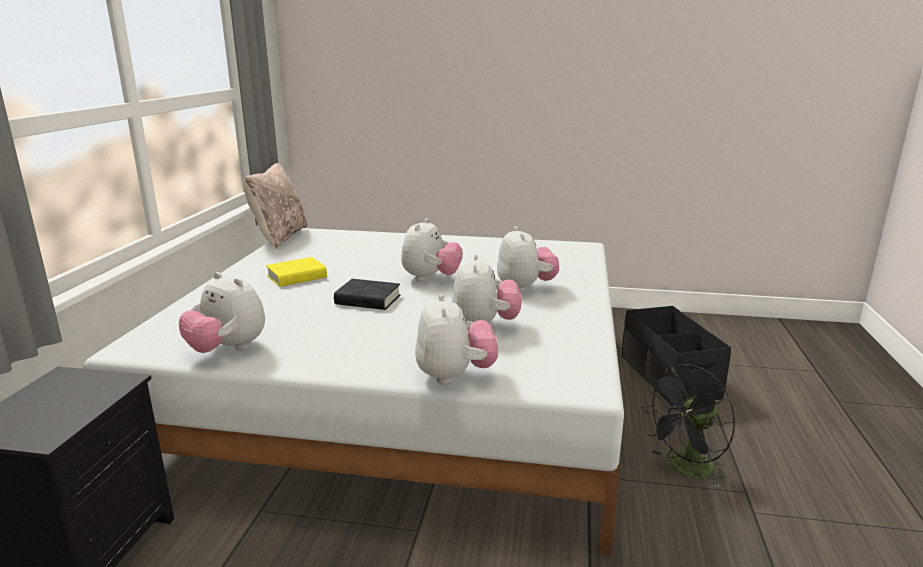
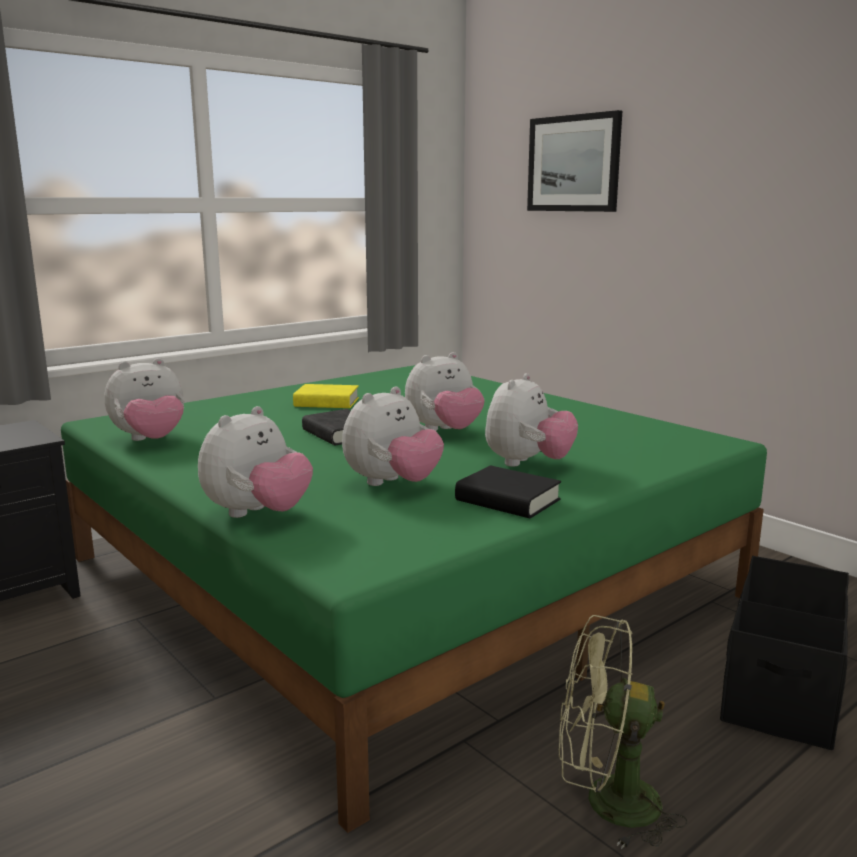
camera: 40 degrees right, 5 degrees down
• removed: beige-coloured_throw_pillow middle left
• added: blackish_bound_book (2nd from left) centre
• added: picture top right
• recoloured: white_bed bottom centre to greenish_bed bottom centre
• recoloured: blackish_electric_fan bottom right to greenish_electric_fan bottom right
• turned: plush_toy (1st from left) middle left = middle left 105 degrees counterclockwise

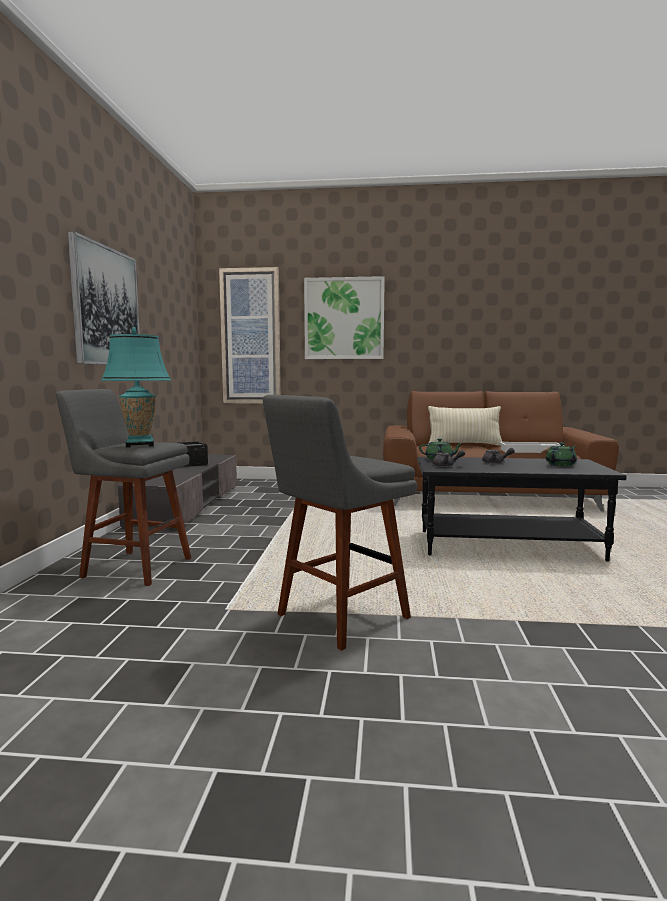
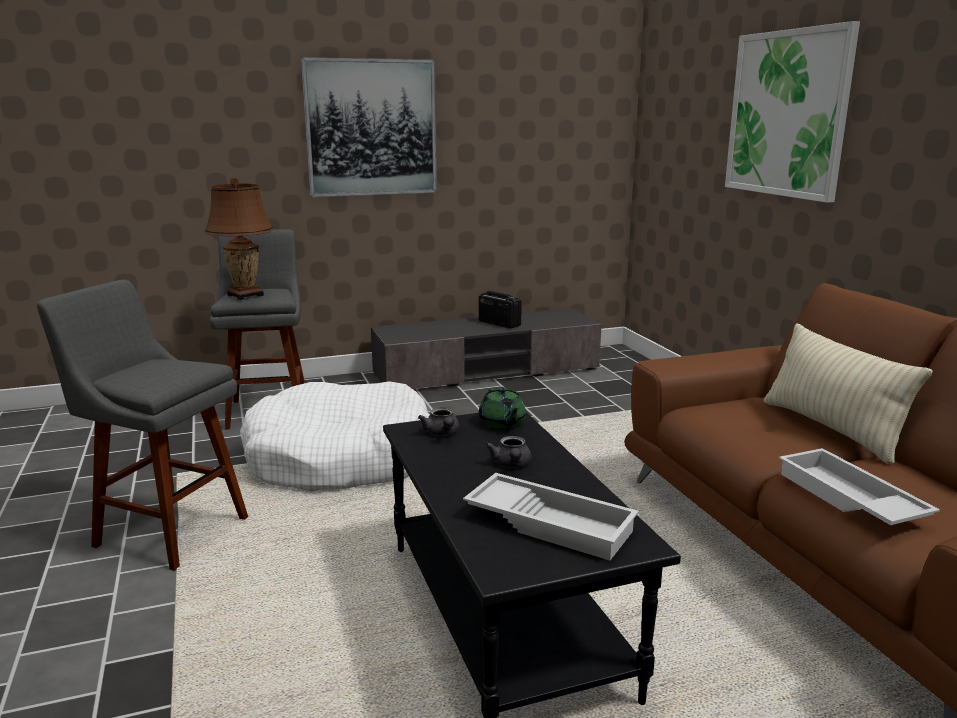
camera: 65 degrees right, 10 degrees up
• removed: picture (2nd from left) centre
• added: white_pet_bed centre
• replaced: greenish_teapot (2nd from left) middle right to white_carrying_tray (1st from left) bottom centre
• recoloured: turquoise-coloured_lamp_for_a_table middle left to brown-coloured_lamp_for_a_table top left

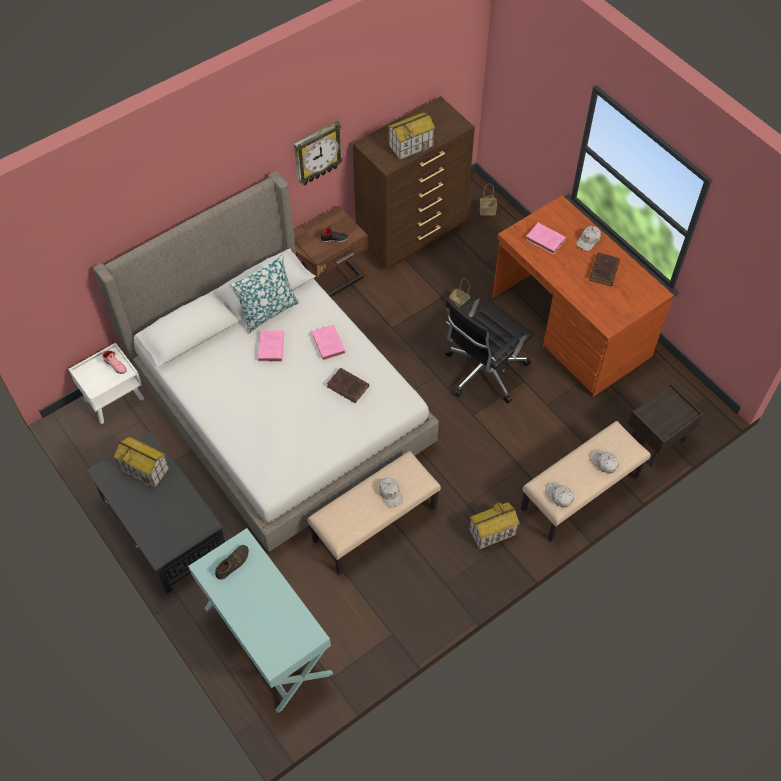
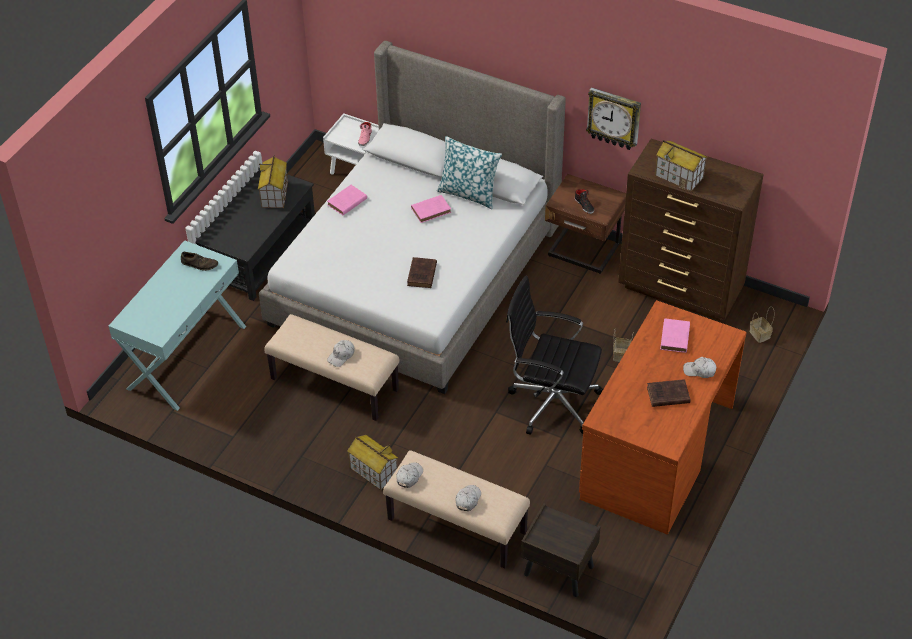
camera: 65 degrees right, 10 degrees down
• moved: pinkish_bound_book (2nd from left in the first image) centre to pinkish_bound_book (1st from left) top centre

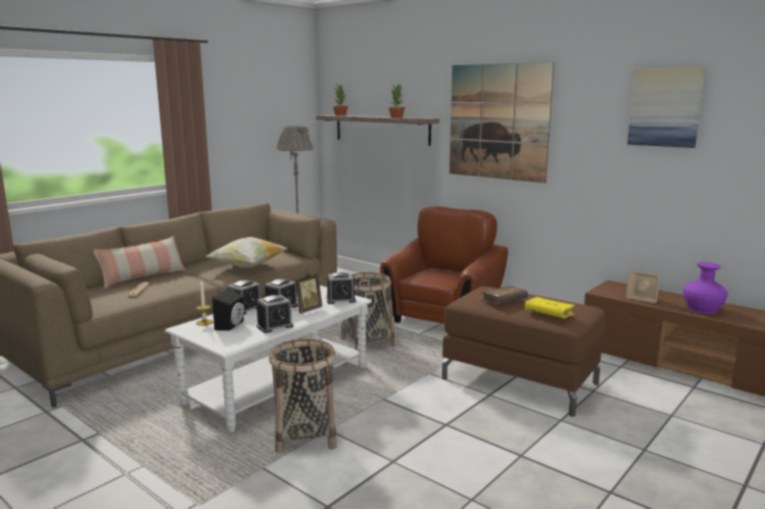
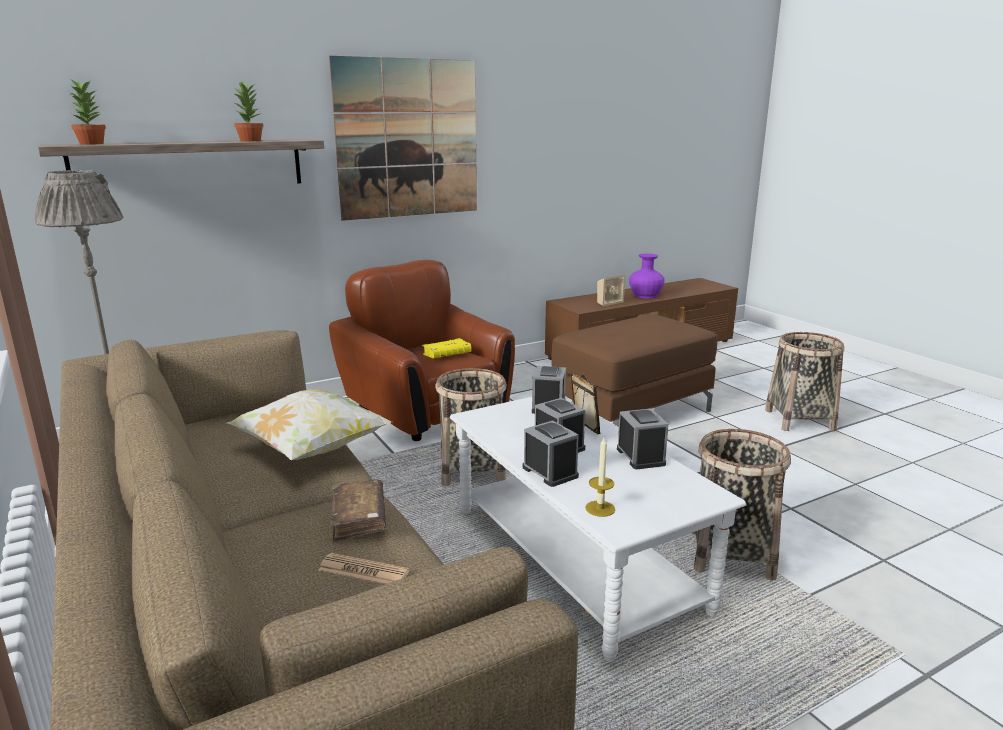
camera: 70 degrees left, 5 degrees up
• removed: throw_pillow (1st from left) middle left
• removed: blackish_speaker middle left
• removed: picture (2nd from left) top right
• added: basket (3rd from left) middle right
• moved: brown-coloured_bound_book centre to bottom centre
• moved: yellow_bound_book middle right to centre

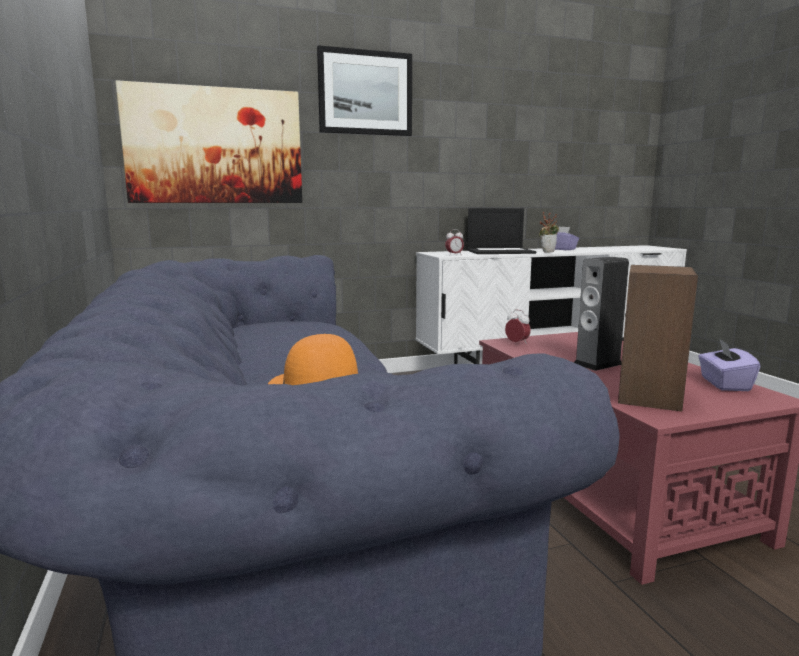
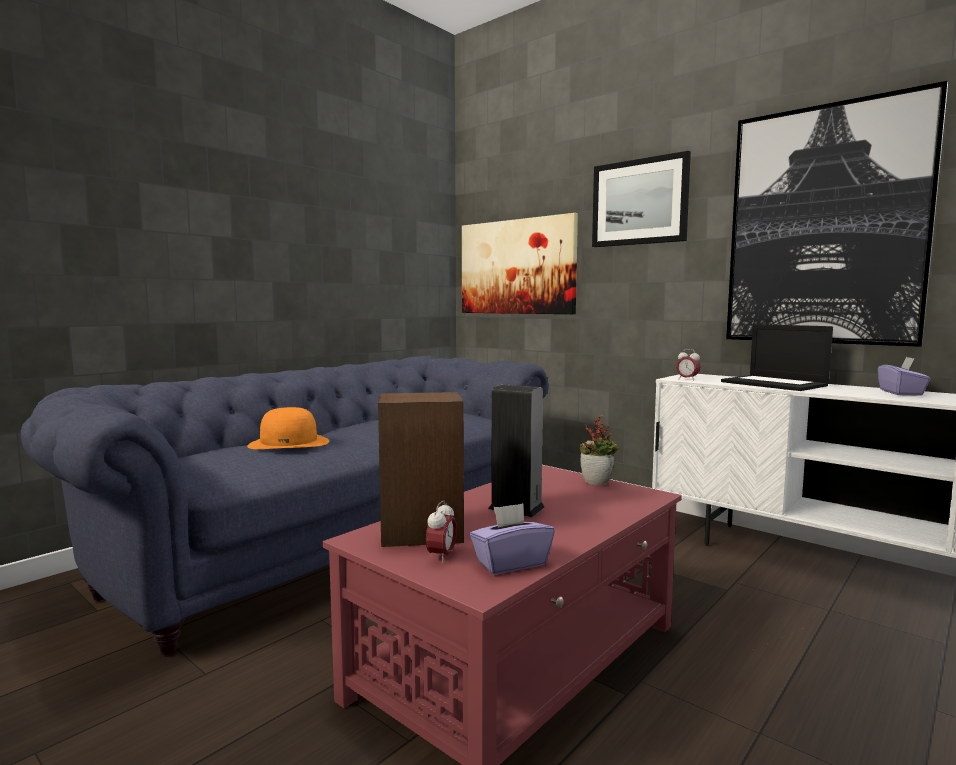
camera: 60 degrees right, 5 degrees down
• added: picture (3rd from left) top right
• moved: alarm_clock (2nd from left in the first image) centre to alarm_clock (1st from left) bottom centre
• moved: plant_in_a_pot middle right to centre

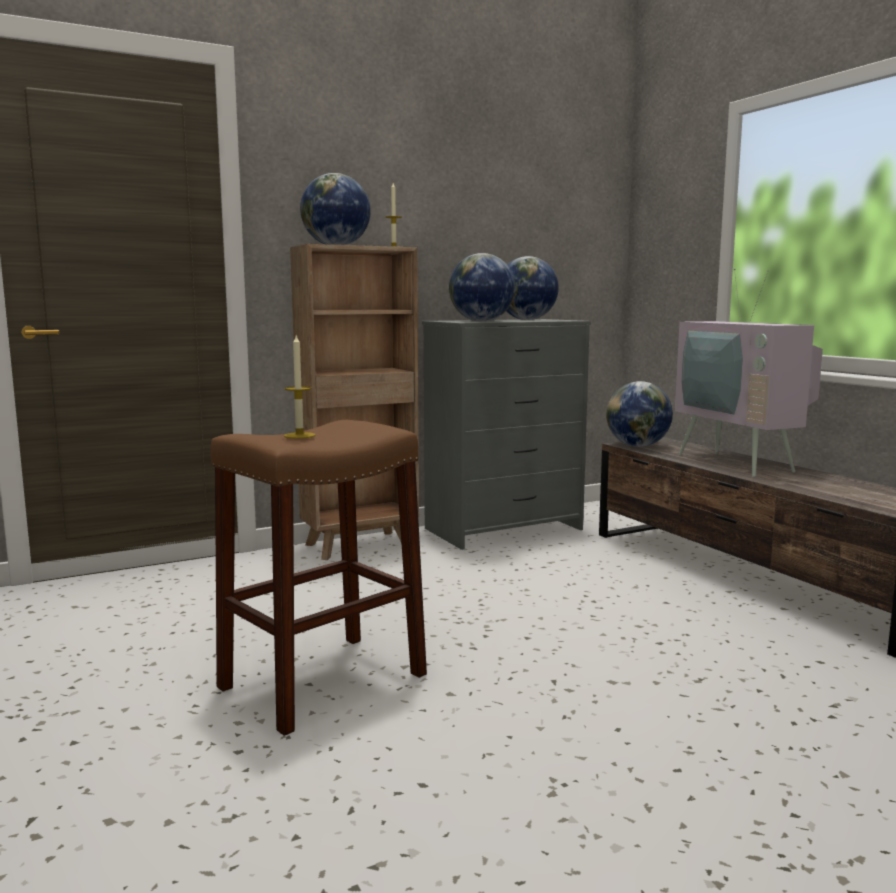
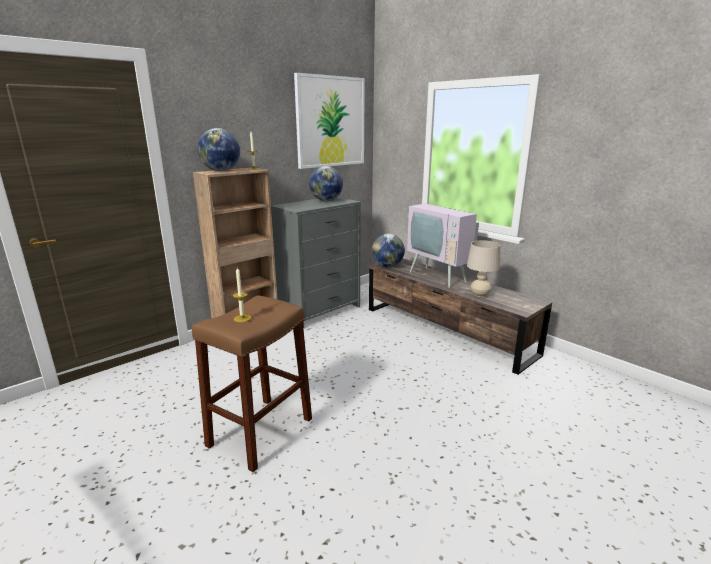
camera: 15 degrees left, 10 degrees up
• removed: desk_globe (2nd from left) top centre
• added: picture top centre
• added: beige-coloured_lamp_for_a_table middle right

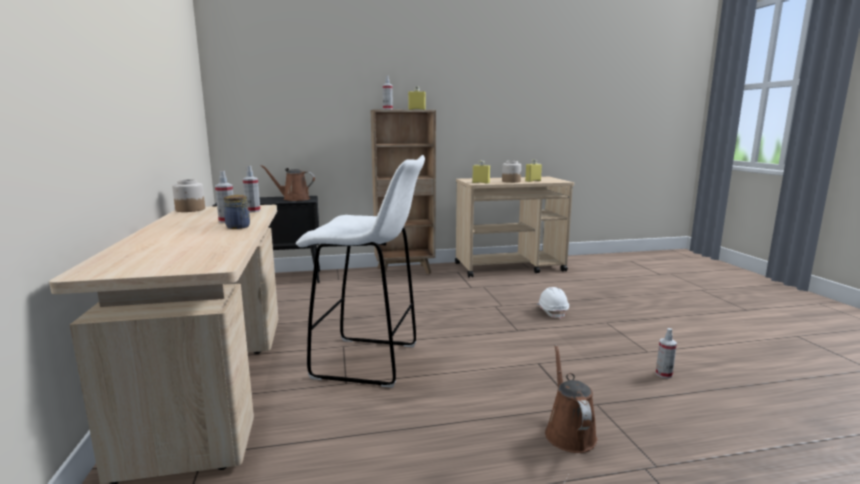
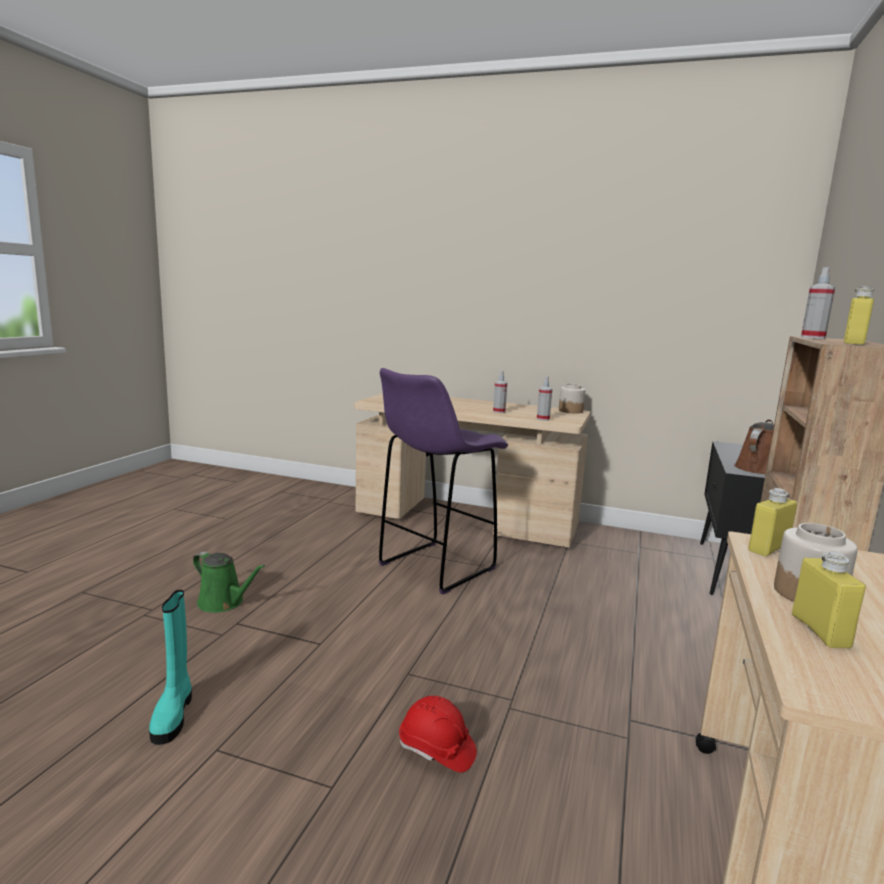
camera: 120 degrees right, 0 degrees up
• removed: preserve_jar (2nd from left) middle left
• replaced: spray_bottle (4th from left) bottom right to turquoise-coloured_boot bottom left
• recoloured: white_sitting_stool centre to purple-coloured_sitting_stool centre
• recoloured: white_work_helmet centre to red-coloured_work_helmet bottom centre
• recoloured: brown-coloured_watering_can (2nd from left) bottom centre to greenish_watering_can middle left

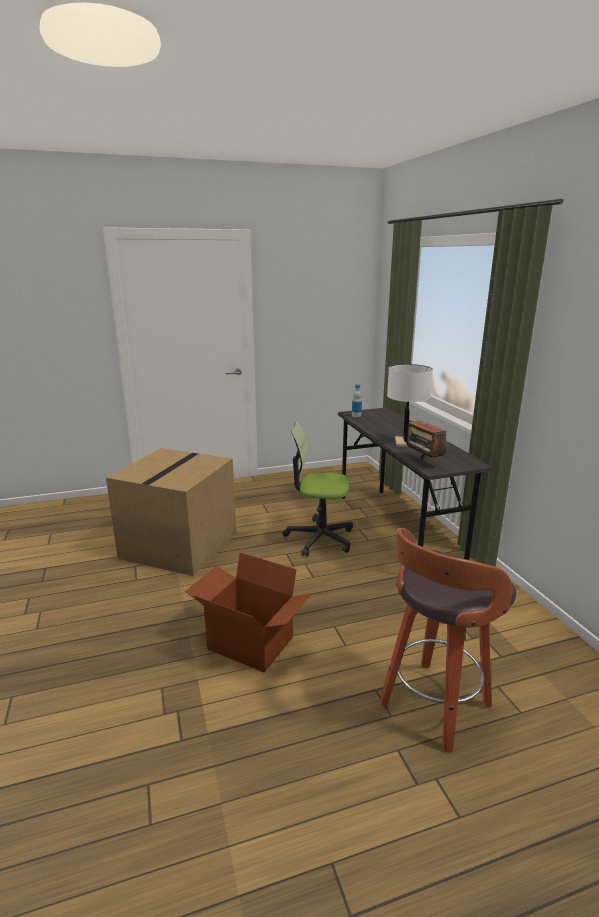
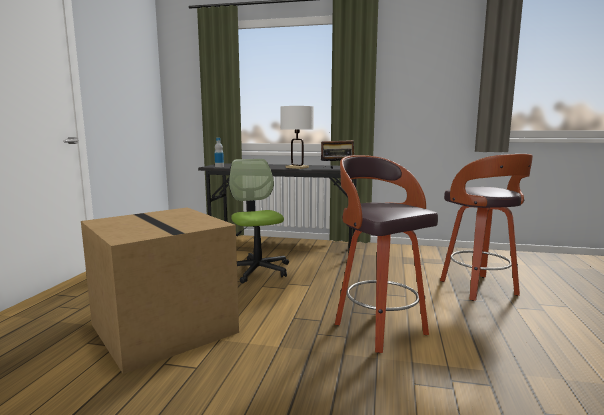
camera: 60 degrees left, 10 degrees down
• replaced: cardboard_box (2nd from left) bottom centre to sitting_stool (1st from left) centre
• turned: office_chair centre = centre 120 degrees clockwise

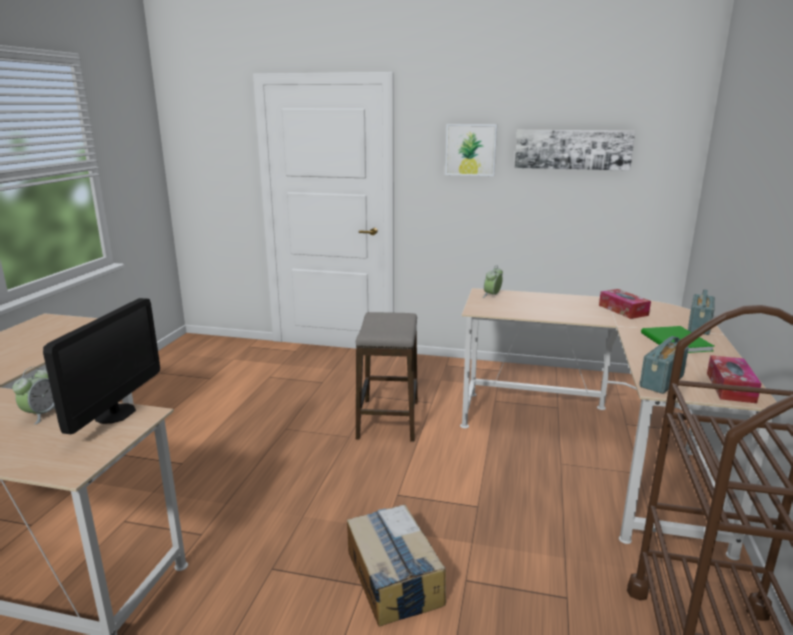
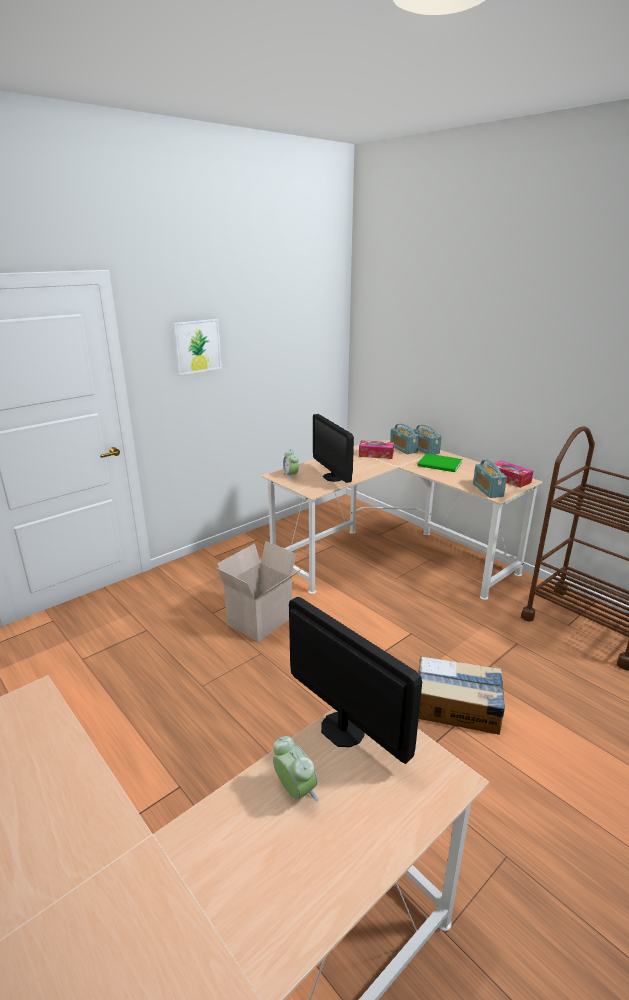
camera: 55 degrees left, 5 degrees up
• removed: picture (2nd from left) top right
• added: monitor (1st from left) centre
• added: radio_set (1st from left) centre
• replaced: sitting_stool centre to cardboard_box (1st from left) centre

